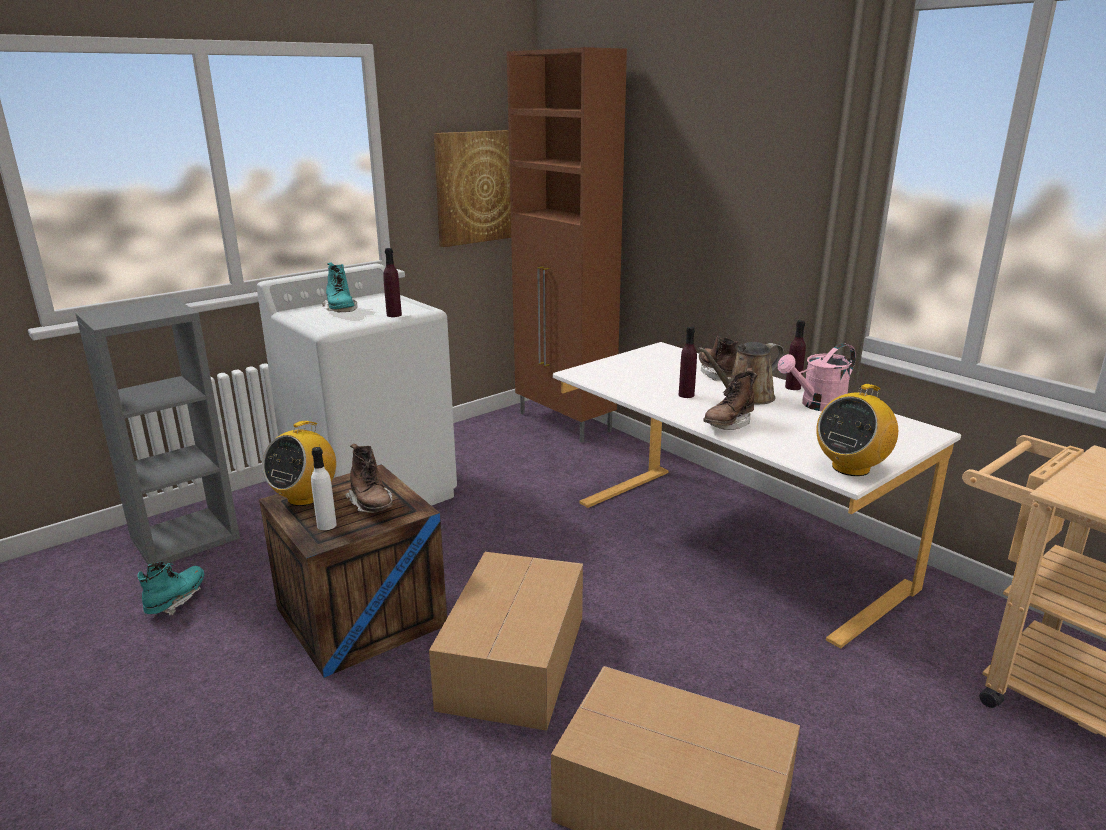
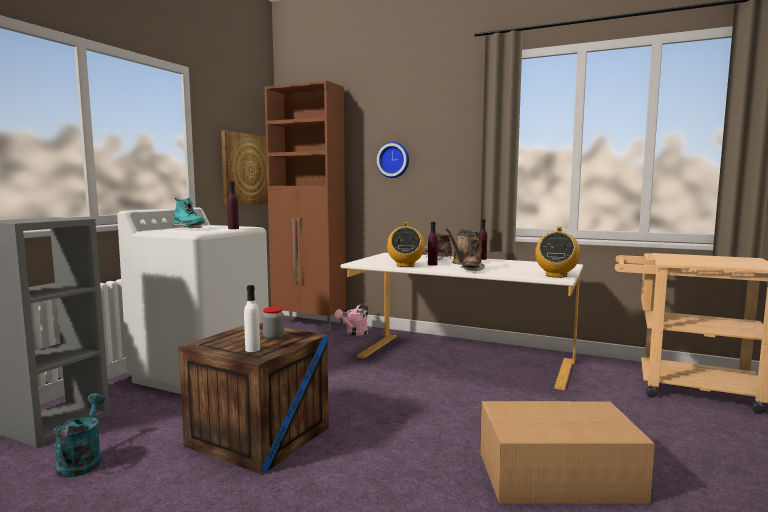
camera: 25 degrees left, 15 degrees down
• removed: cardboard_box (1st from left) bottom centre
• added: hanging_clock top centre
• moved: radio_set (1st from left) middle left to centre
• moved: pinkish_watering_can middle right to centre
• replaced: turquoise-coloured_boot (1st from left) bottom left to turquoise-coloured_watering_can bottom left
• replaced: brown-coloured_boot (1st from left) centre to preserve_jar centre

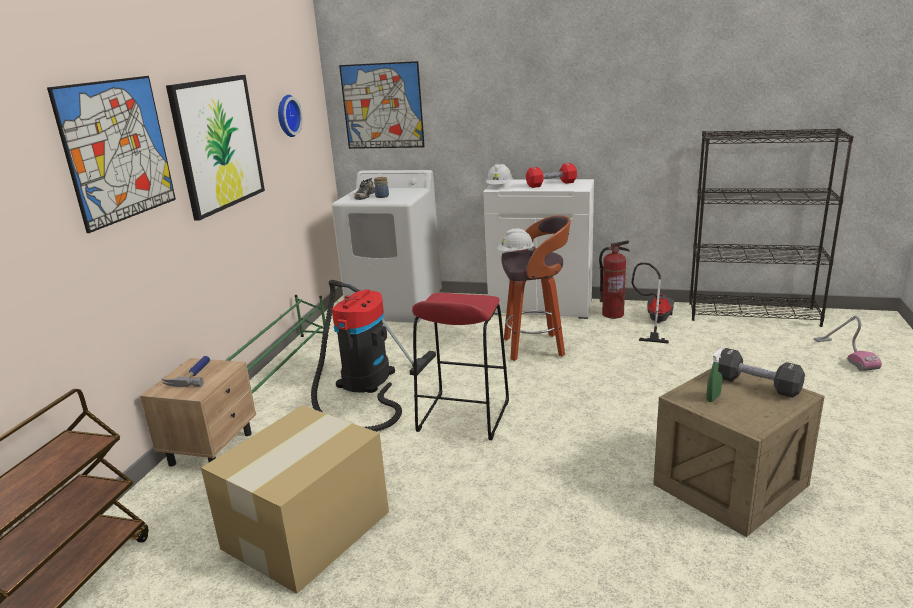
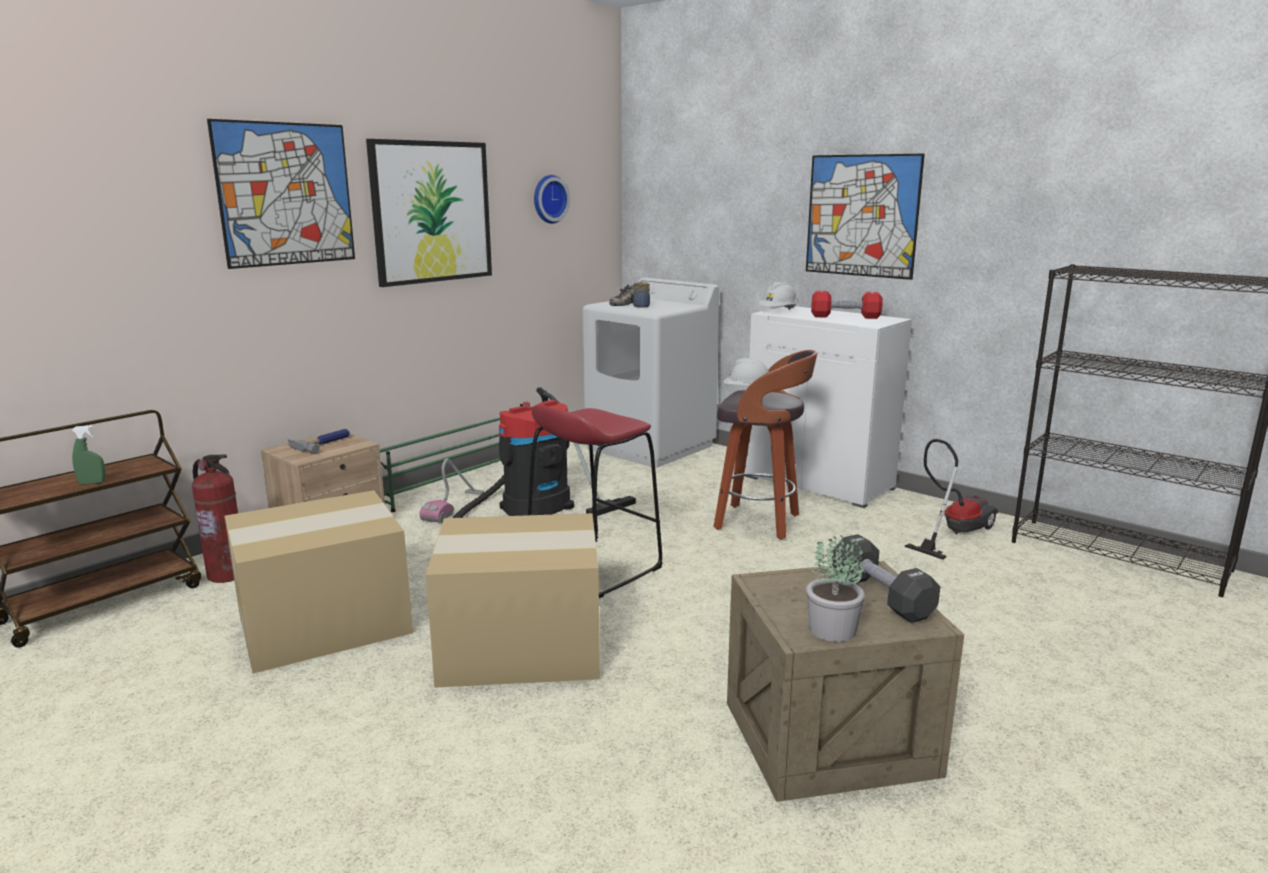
camera: 25 degrees right, 5 degrees down
• added: cardboard_box (2nd from left) bottom centre
• added: plant_in_a_pot bottom centre
• moved: picture (3rd from left) top centre to top right
• moved: fire-fighting_cylinder middle right to middle left
• moved: greenish_spray_bottle middle right to middle left
• moved: hoover (3rd from left in the first image) middle right to hoover (1st from left) centre

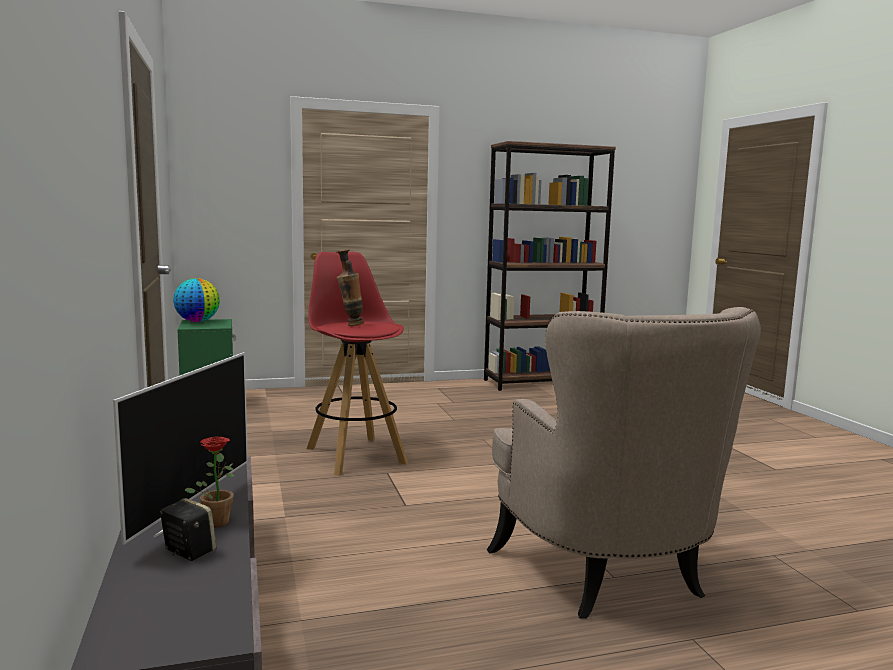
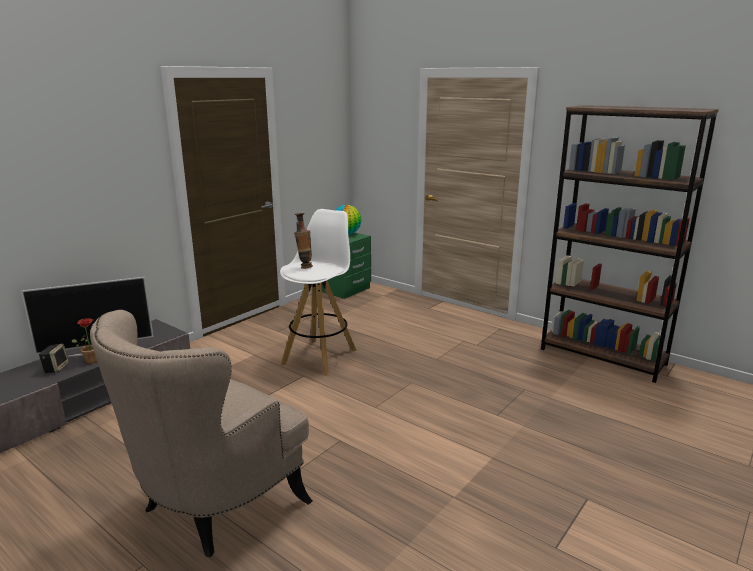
camera: 55 degrees right, 10 degrees up
• recoloured: red-coloured_sitting_stool centre to white_sitting_stool centre

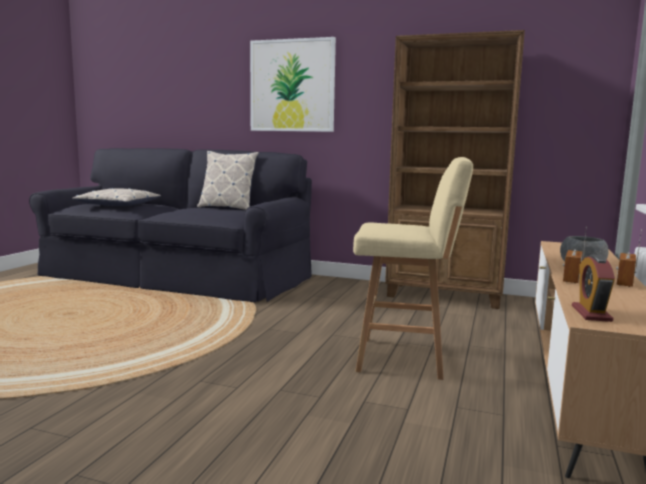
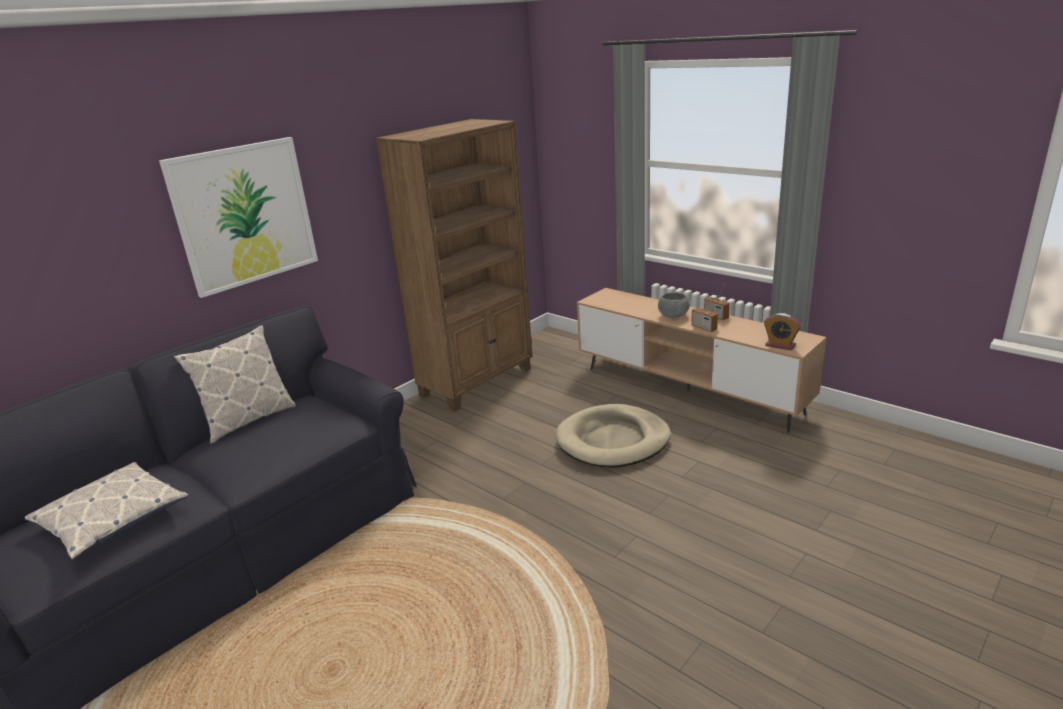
camera: 65 degrees left, 15 degrees up
• replaced: beige-coloured_sitting_stool centre to beige-coloured_pet_bed centre

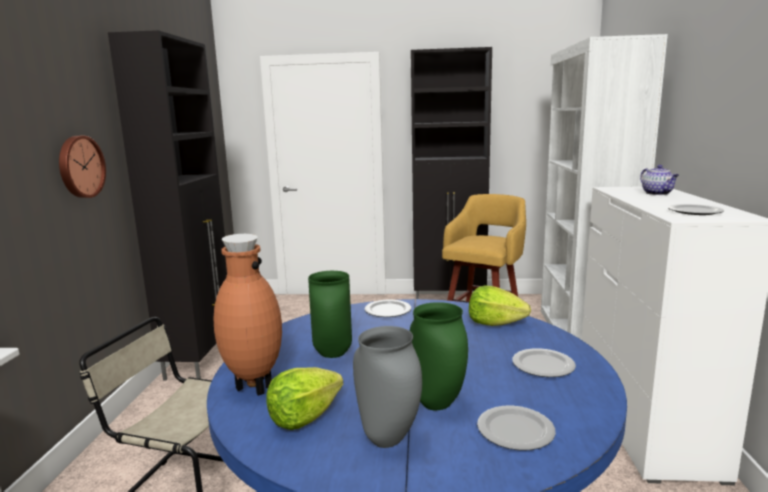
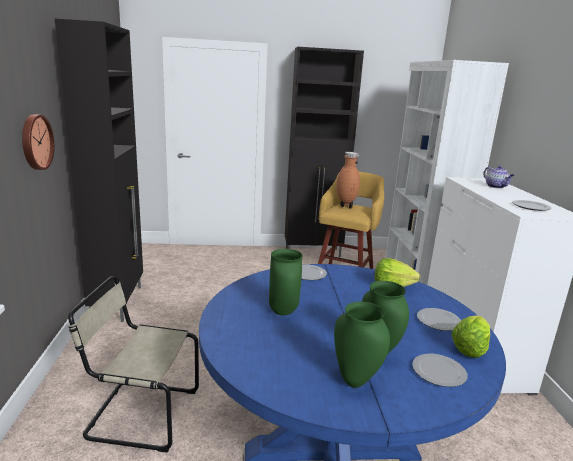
camera: 10 degrees left, 5 degrees up
• moved: brown-coloured_decorative_vase middle left to centre
• moved: head_of_lettuce (1st from left in the first image) bottom centre to head_of_lettuce (2nd from left) bottom right
• recoloured: gray_decorative_vase bottom centre to greenish_decorative_vase (2nd from left) bottom centre

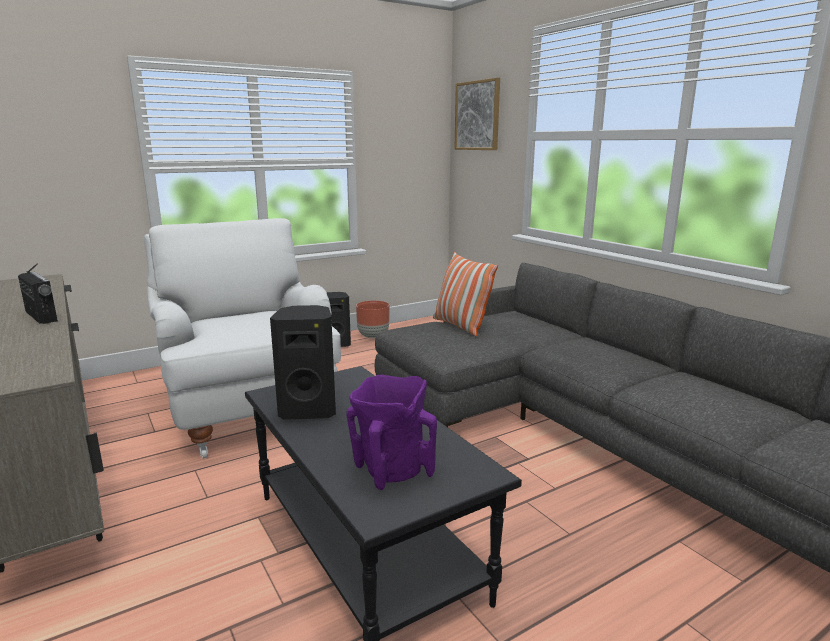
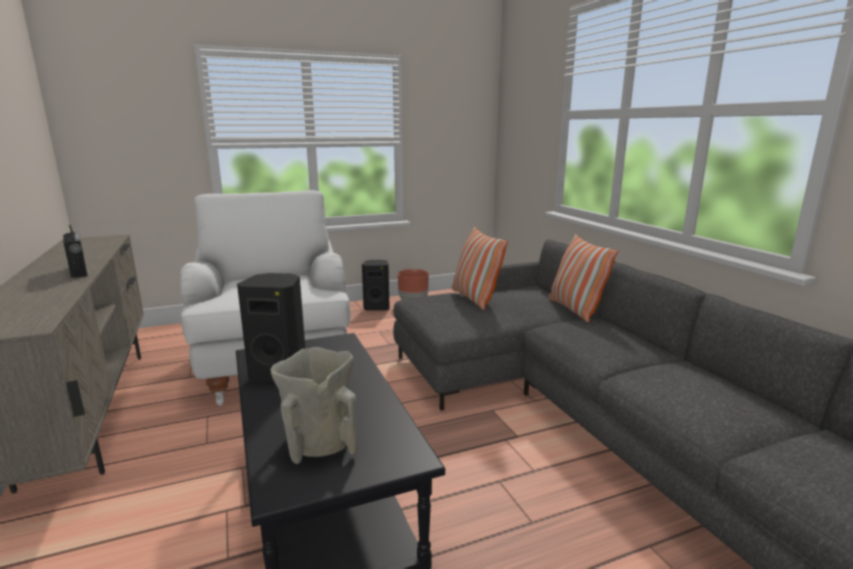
camera: 10 degrees right, 0 degrees up
• removed: picture top centre
• added: throw_pillow (2nd from left) middle right
• recoloured: purple-coloured_decorative_vase bottom centre to beige-coloured_decorative_vase bottom centre

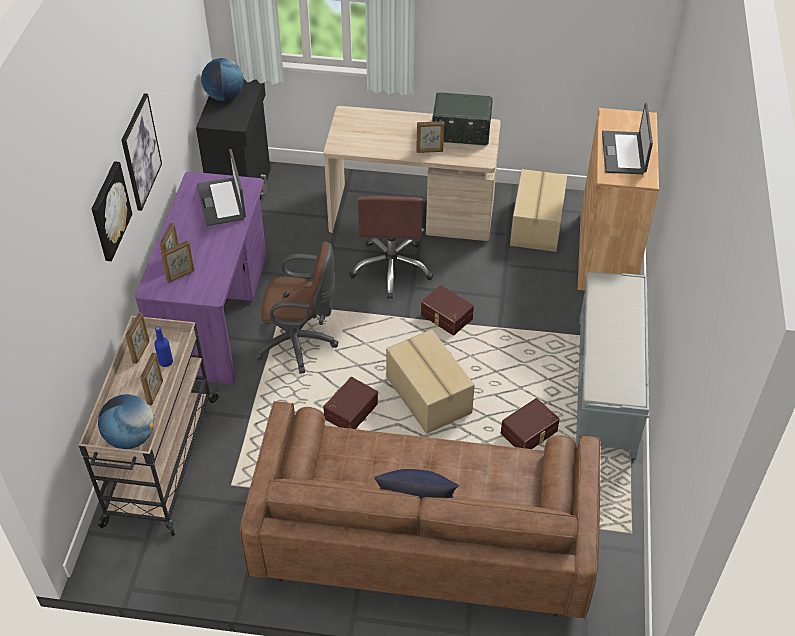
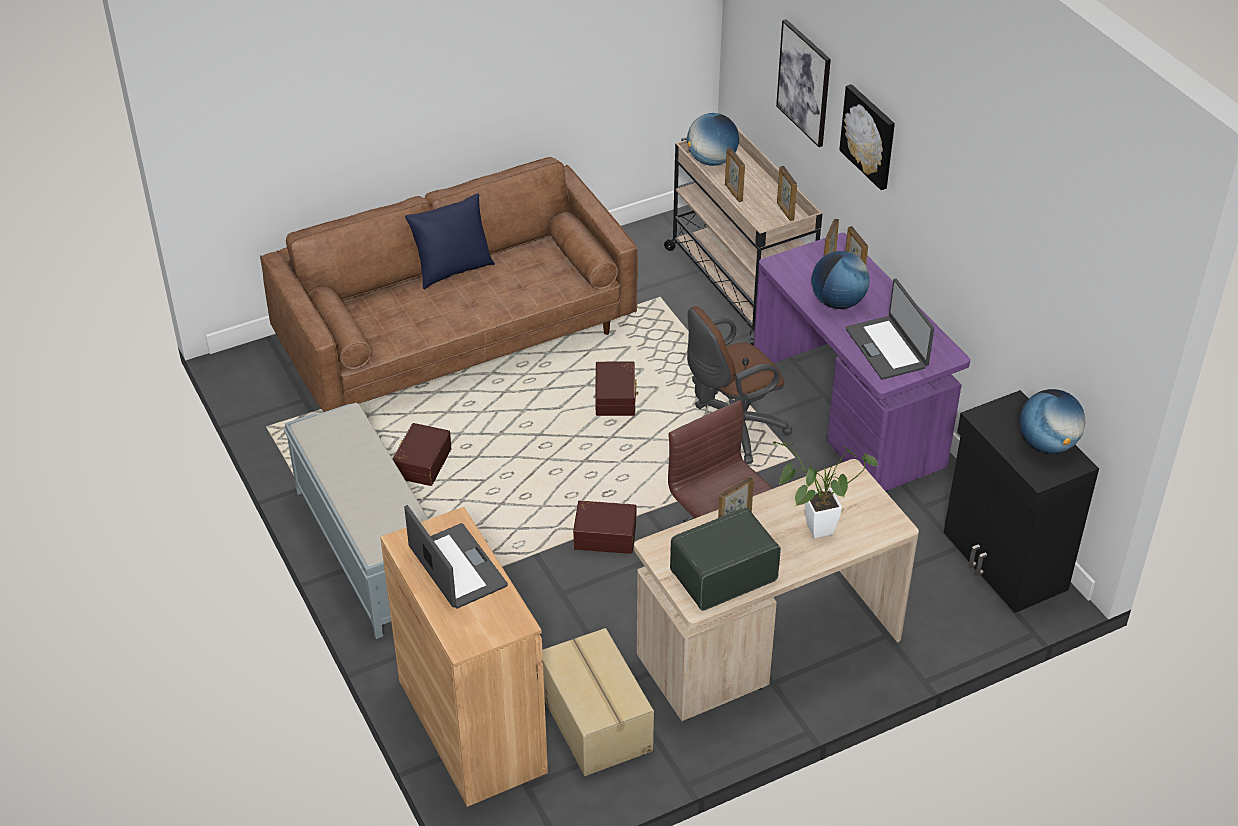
camera: 145 degrees right, 5 degrees down
• removed: bluish_beverage_bottle middle left
• removed: cardboard_box (1st from left) centre
• added: plant_in_a_pot centre
• added: desk_globe (2nd from left) middle right
• moved: picture (2nd from left in the first image) top left to picture (1st from left) top centre
• turned: portable_computer (1st from left in the first image) top left = middle right 150 degrees counterclockwise

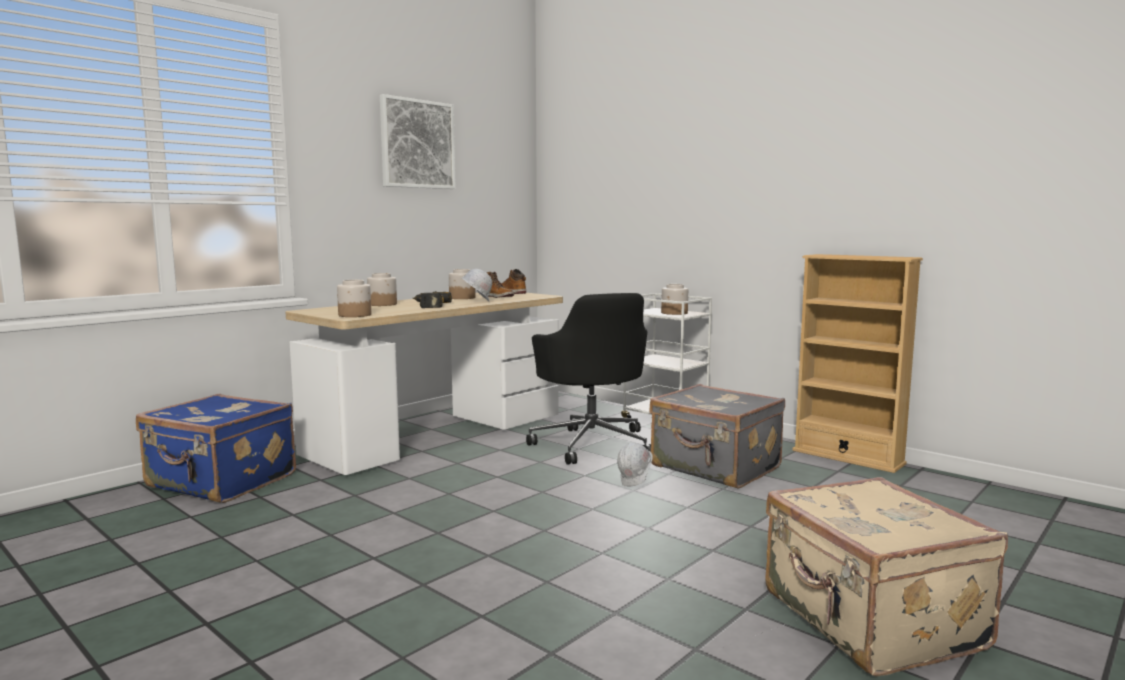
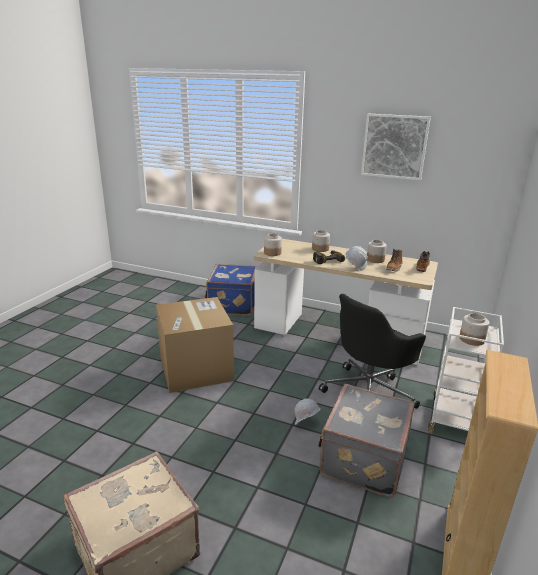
camera: 70 degrees right, 15 degrees up
• added: cardboard_box centre

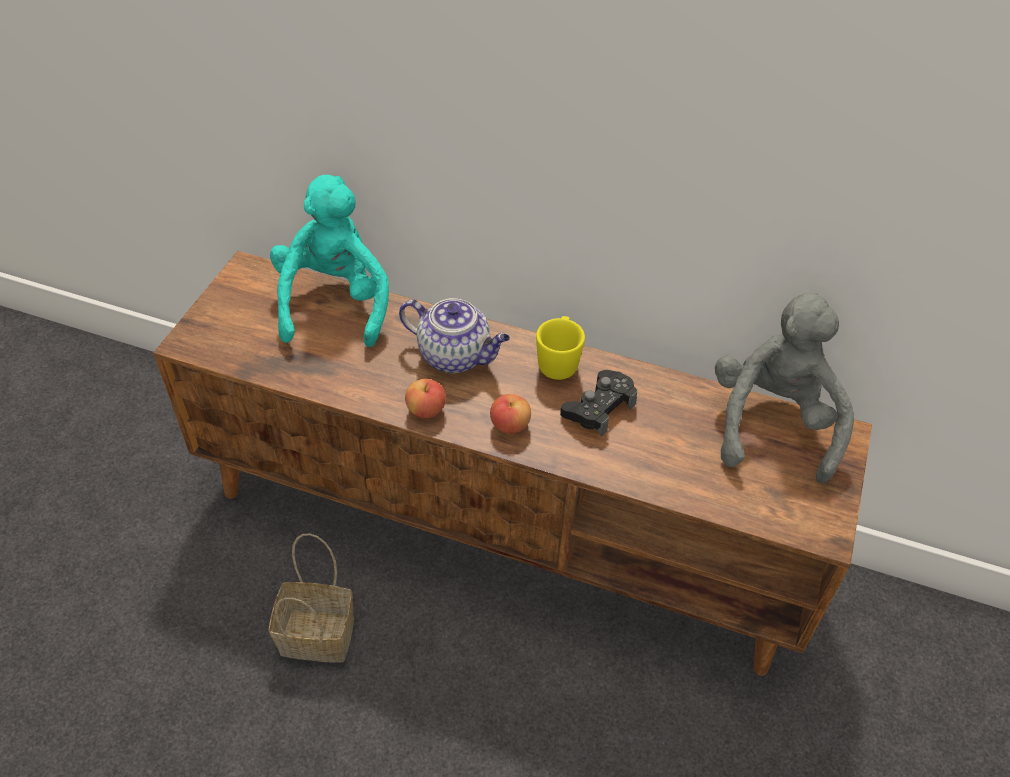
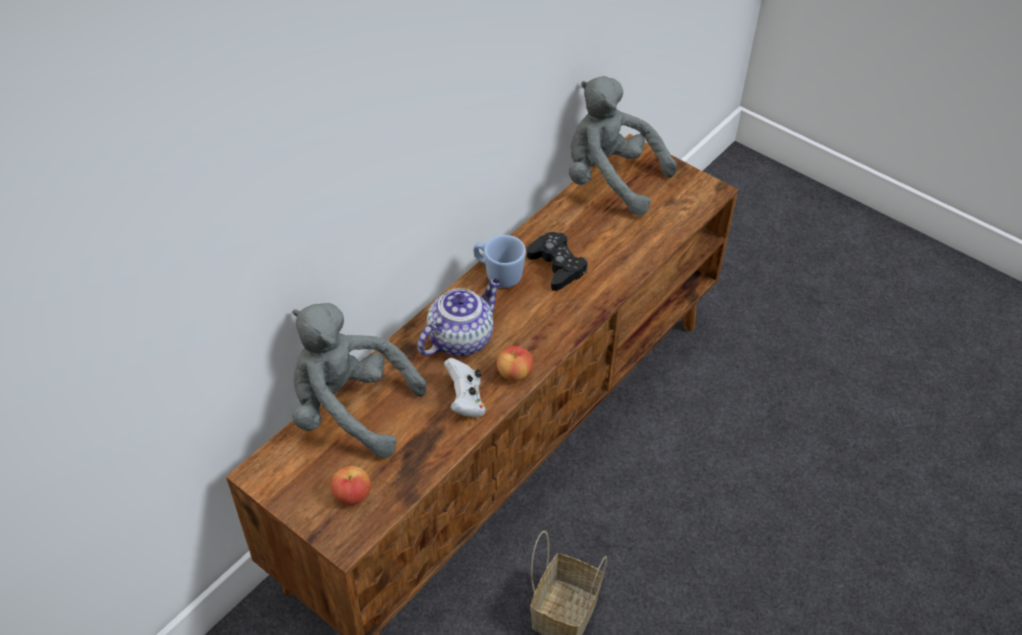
camera: 70 degrees left, 0 degrees up
• added: white_gamepad centre
• moved: whole_apple (2nd from left in the first image) centre to whole_apple (1st from left) bottom centre
• recoloured: turquoise-coloured_plush_toy middle left to gray_plush_toy (1st from left) centre
• recoloured: yellow_coffee_mug centre to bluish_coffee_mug centre

